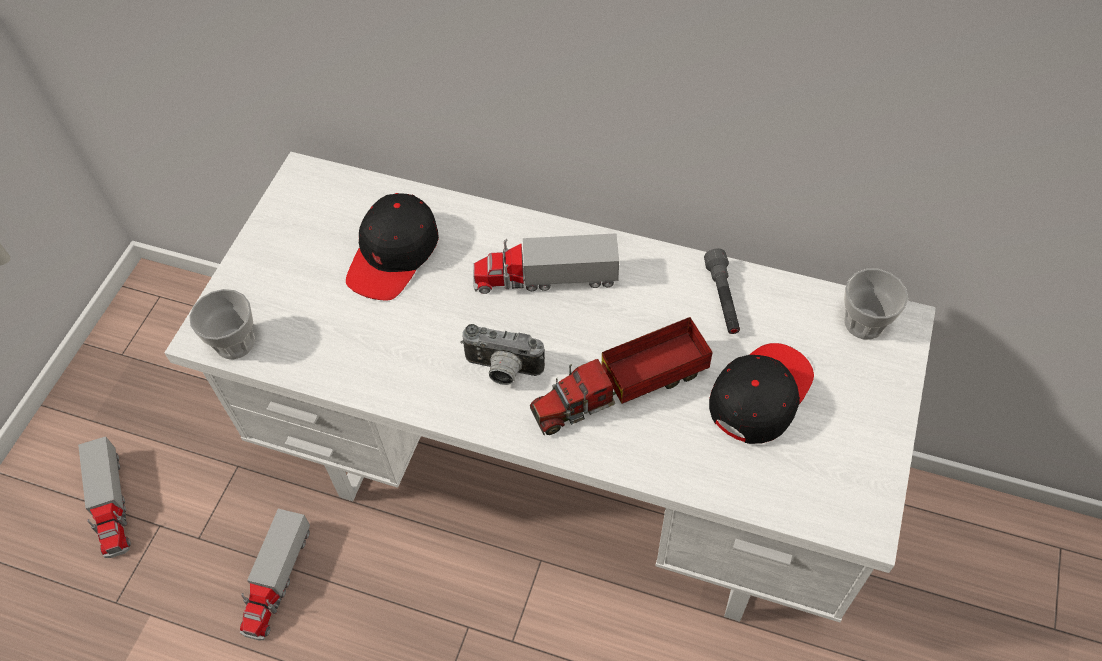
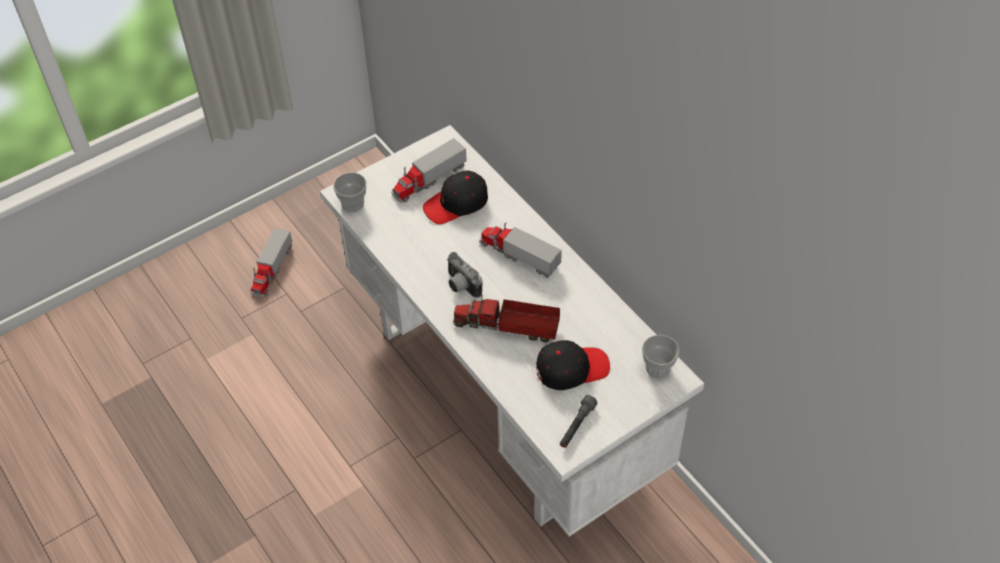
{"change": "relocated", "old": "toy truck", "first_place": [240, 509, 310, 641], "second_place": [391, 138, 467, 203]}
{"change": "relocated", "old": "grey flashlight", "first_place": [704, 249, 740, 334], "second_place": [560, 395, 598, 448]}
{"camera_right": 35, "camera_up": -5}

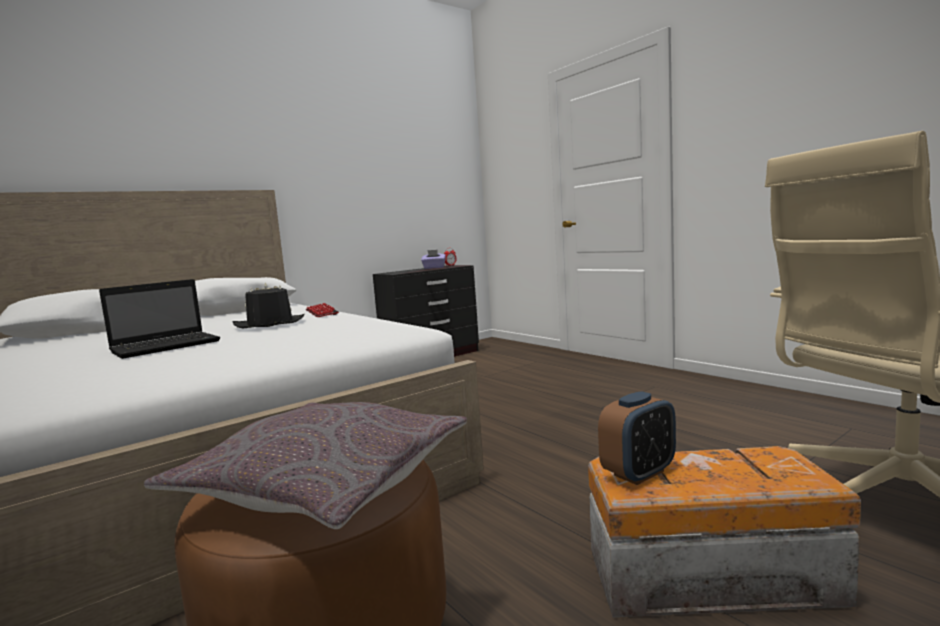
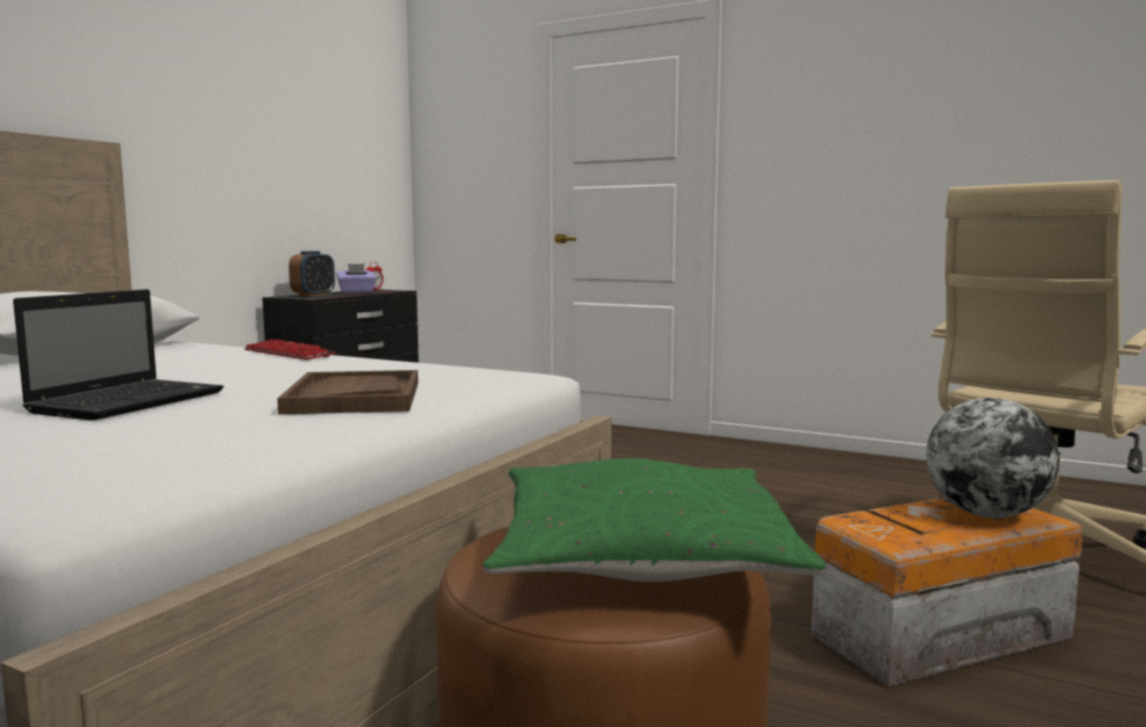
{"change": "missing", "old": "black hat", "first_place": [233, 282, 305, 329]}
{"change": "appeared", "new": "brown tray", "second_place": [277, 370, 418, 415]}
{"change": "appeared", "new": "globe", "second_place": [926, 398, 1059, 518]}
{"change": "relocated", "old": "alarm clock", "first_place": [598, 391, 676, 485], "second_place": [289, 251, 335, 296]}
{"change": "colour", "old": "grey pillow", "new": "green pillow", "first_place": [144, 402, 467, 529], "second_place": [483, 458, 826, 582]}
{"camera_right": -25, "camera_up": 0}

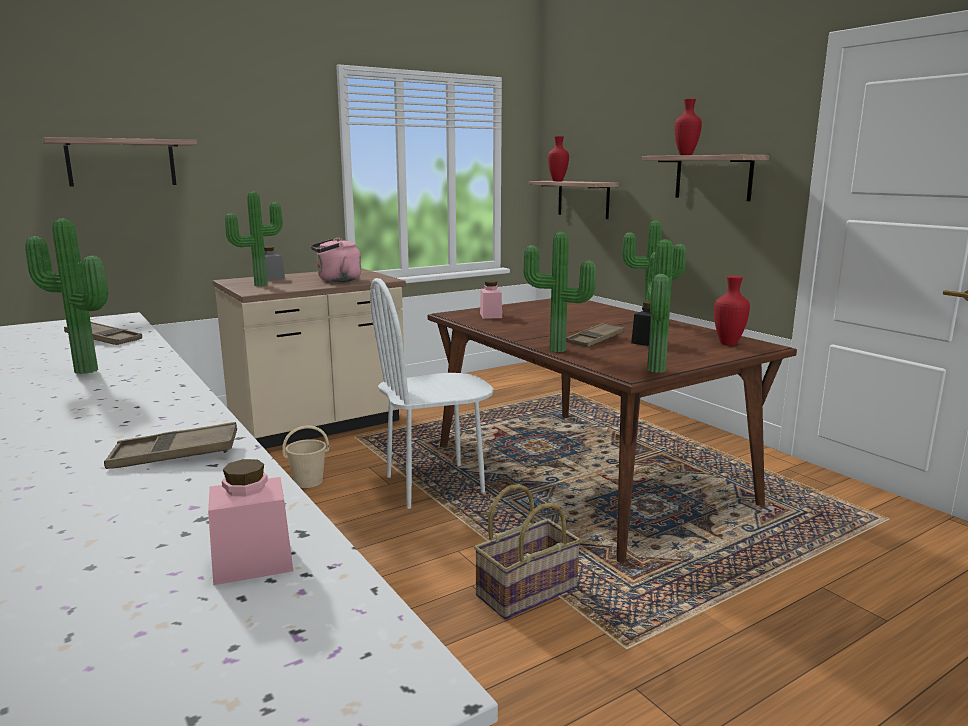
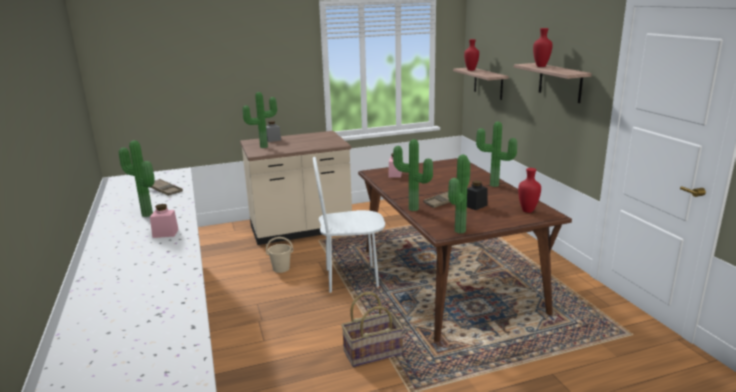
{"change": "missing", "old": "shelf", "first_place": [42, 137, 197, 187]}
{"change": "missing", "old": "brown tray", "first_place": [104, 422, 237, 469]}
{"change": "missing", "old": "pink kettle", "first_place": [311, 238, 361, 282]}
{"change": "relocated", "old": "pink jar", "first_place": [208, 459, 293, 585], "second_place": [150, 204, 179, 238]}
{"camera_right": 15, "camera_up": 5}

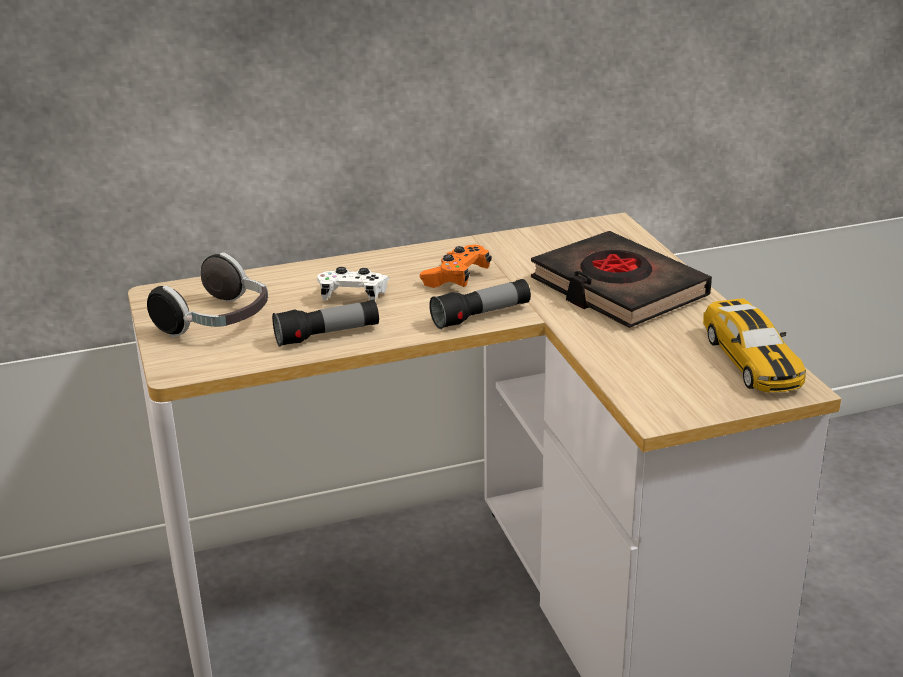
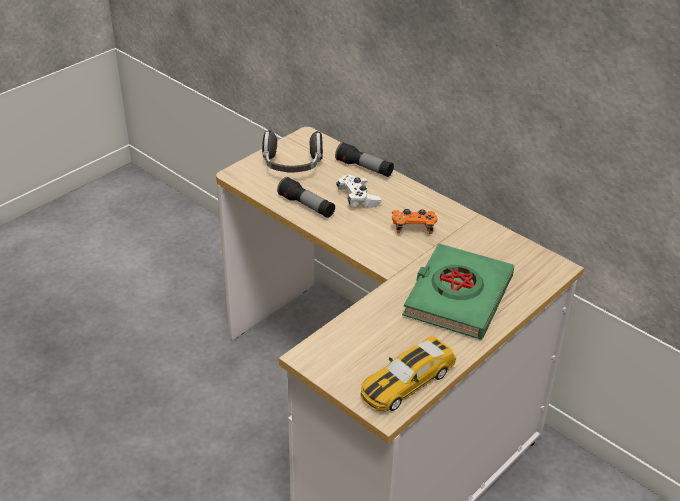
{"change": "relocated", "old": "flashlight", "first_place": [429, 279, 531, 329], "second_place": [335, 142, 394, 177]}
{"change": "colour", "old": "black book", "new": "green book", "first_place": [531, 231, 712, 328], "second_place": [402, 243, 514, 340]}
{"camera_right": 60, "camera_up": 10}

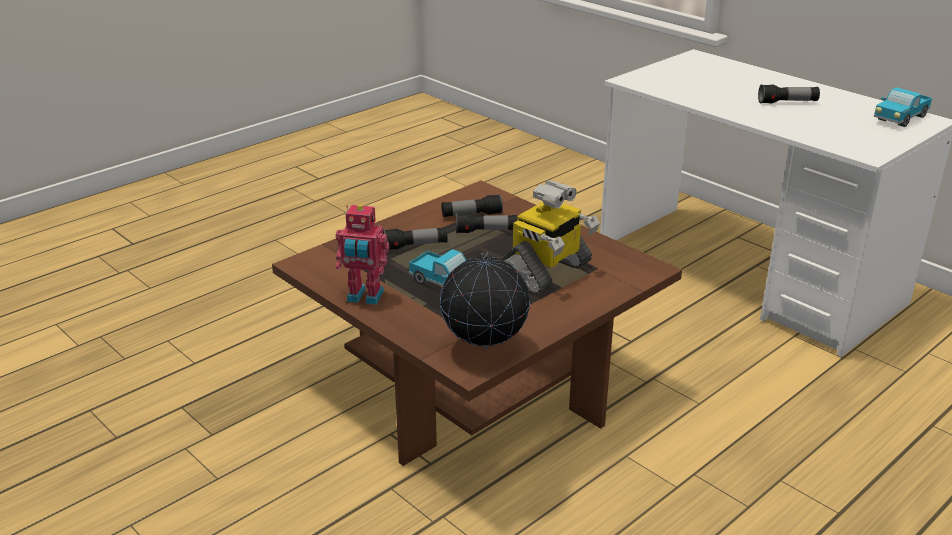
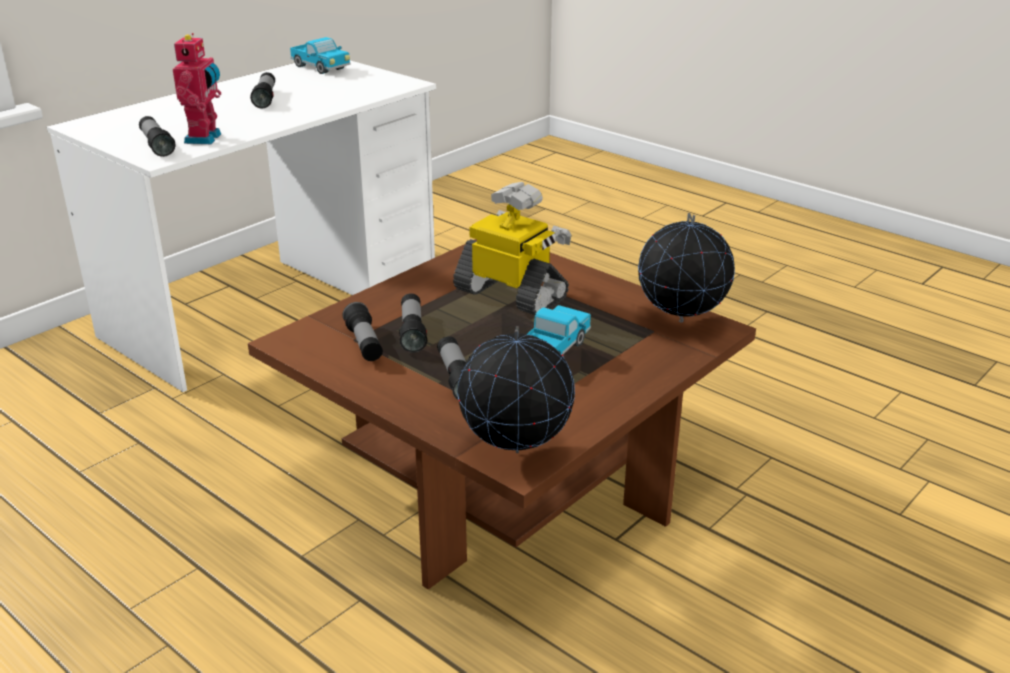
{"change": "appeared", "new": "flashlight", "second_place": [139, 116, 175, 157]}
{"change": "appeared", "new": "globe", "second_place": [457, 326, 575, 453]}
{"change": "relocated", "old": "toy robot", "first_place": [336, 204, 389, 305], "second_place": [173, 33, 221, 144]}
{"camera_right": -95, "camera_up": 0}

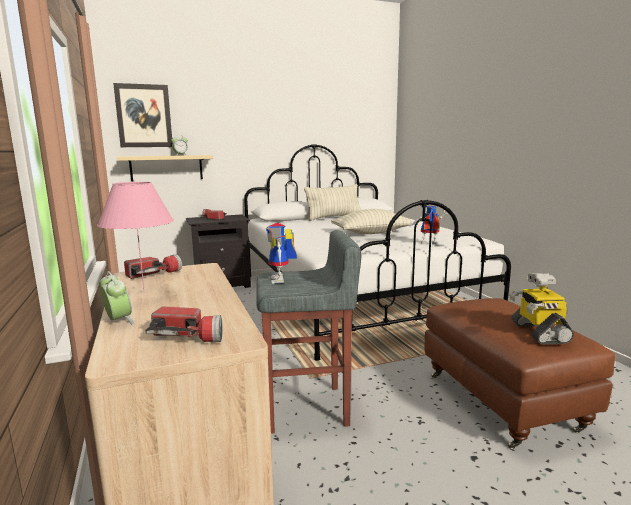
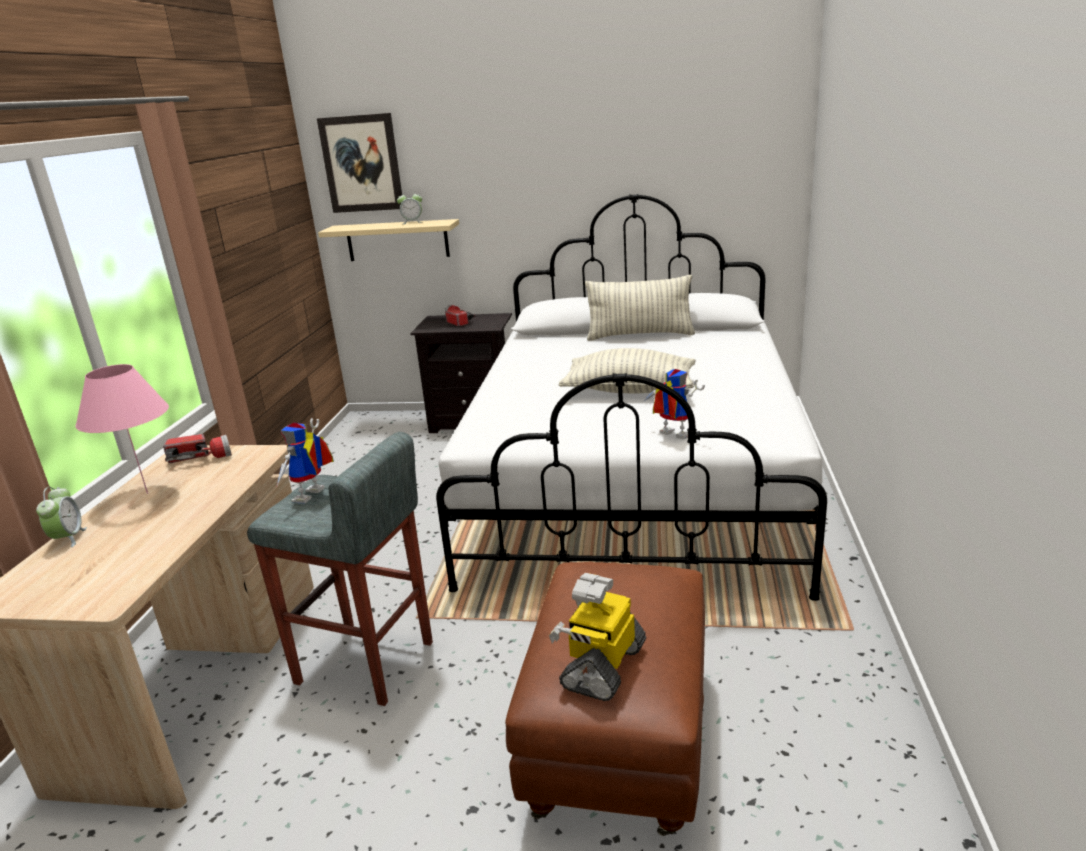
{"change": "missing", "old": "flashlight", "first_place": [145, 307, 223, 342]}
{"camera_right": 30, "camera_up": 10}

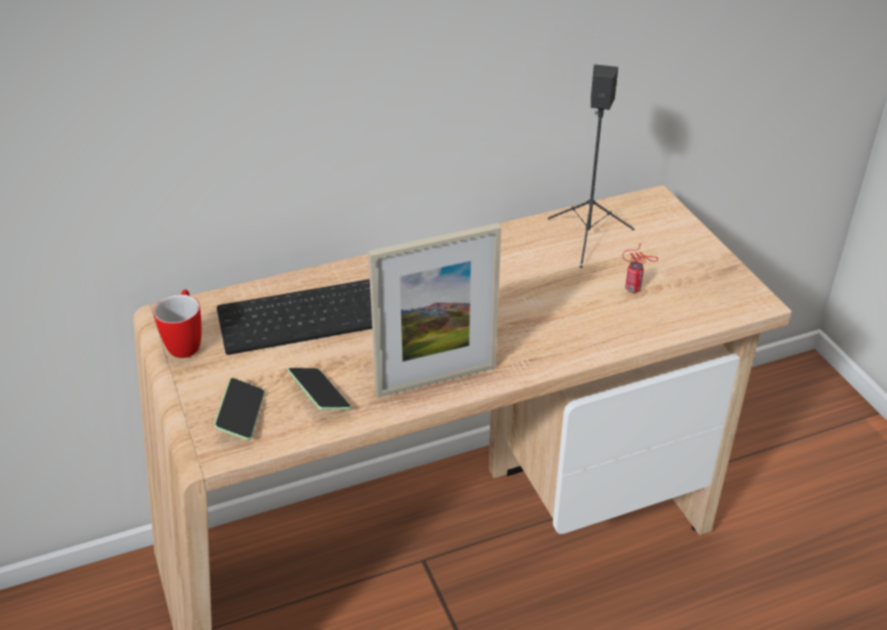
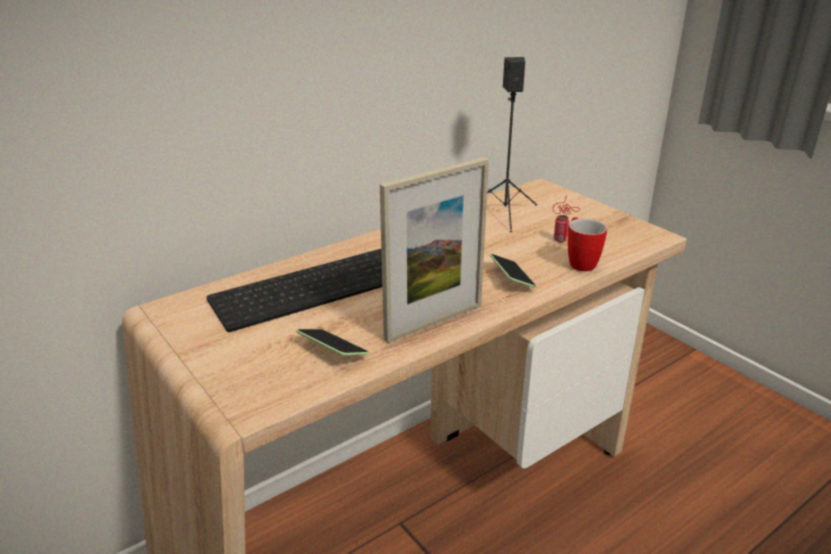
{"change": "relocated", "old": "mug", "first_place": [153, 289, 202, 358], "second_place": [568, 217, 608, 271]}
{"change": "relocated", "old": "phone", "first_place": [214, 378, 265, 440], "second_place": [490, 254, 536, 288]}
{"camera_right": -15, "camera_up": -10}

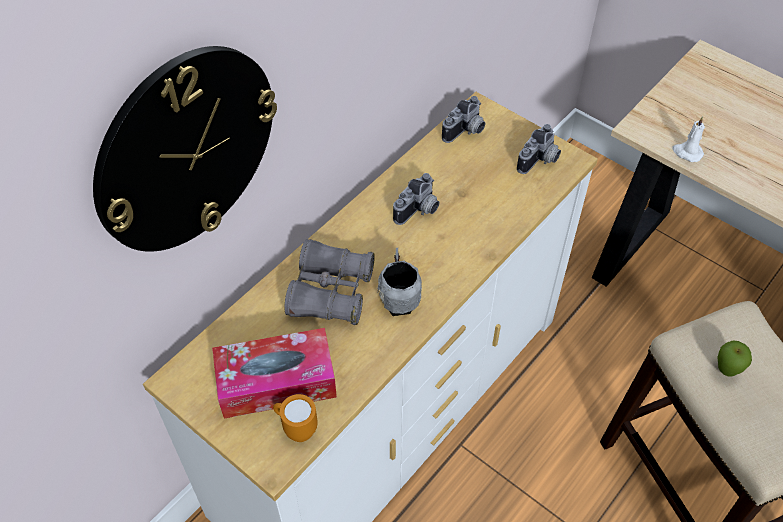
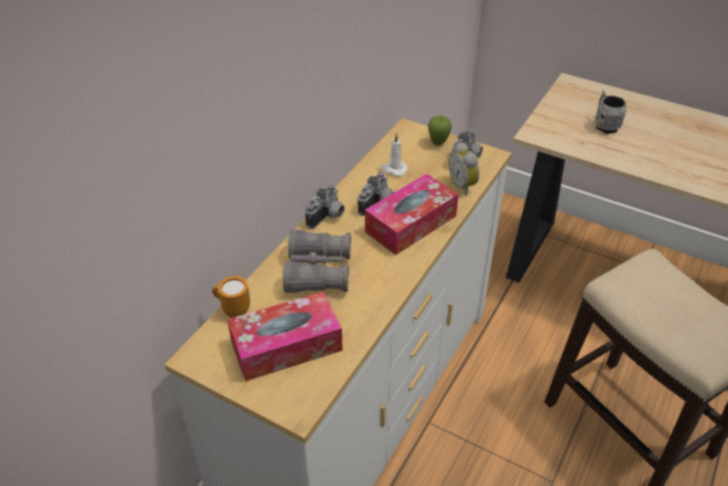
{"change": "missing", "old": "wall clock", "first_place": [93, 46, 277, 252]}
{"change": "appeared", "new": "tissue box", "second_place": [365, 174, 459, 255]}
{"change": "appeared", "new": "alarm clock", "second_place": [449, 142, 480, 196]}
{"change": "relocated", "old": "orange mug", "first_place": [273, 394, 318, 442], "second_place": [212, 276, 250, 318]}
{"change": "relocated", "old": "grey mug", "first_place": [378, 248, 422, 316], "second_place": [595, 90, 627, 134]}
{"change": "relocated", "old": "photo camera", "first_place": [442, 96, 485, 143], "second_place": [305, 184, 345, 229]}
{"change": "relocated", "old": "white candle", "first_place": [672, 116, 705, 162], "second_place": [381, 133, 408, 176]}
{"change": "relocated", "old": "apple", "first_place": [717, 340, 752, 376], "second_place": [428, 116, 452, 146]}
{"camera_right": -10, "camera_up": -10}

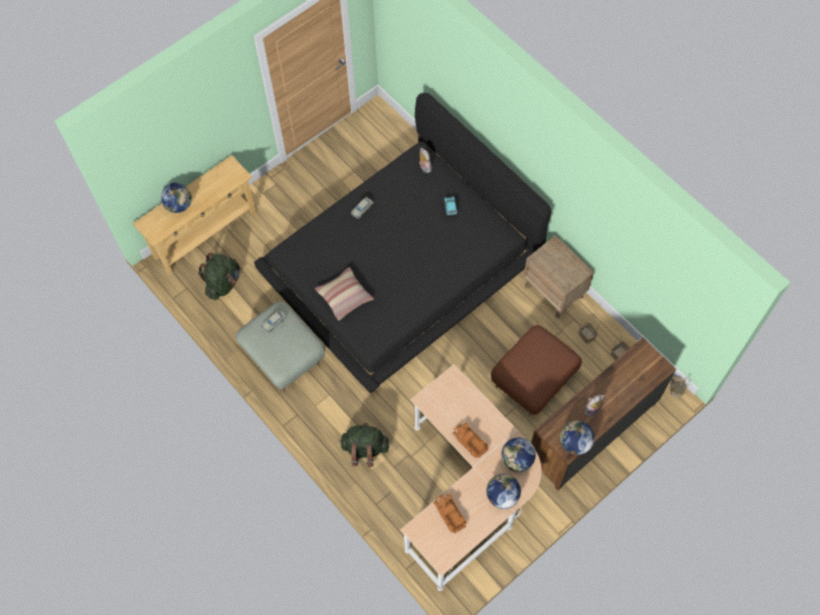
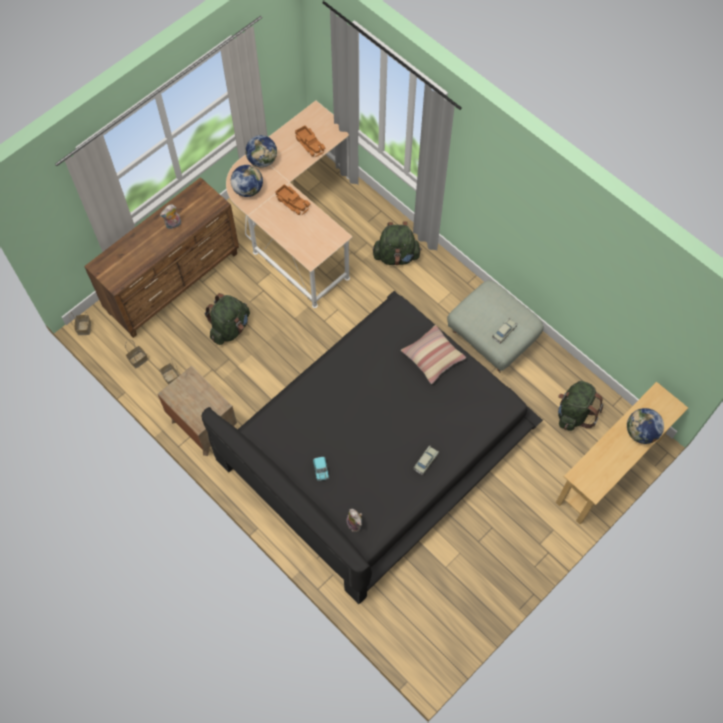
{"change": "missing", "old": "globe", "first_place": [560, 421, 594, 455]}
{"change": "exchanged", "old": "brown ottoman", "new": "green backpack", "first_place": [491, 325, 582, 415], "second_place": [205, 293, 250, 345]}
{"camera_right": 175, "camera_up": 0}

